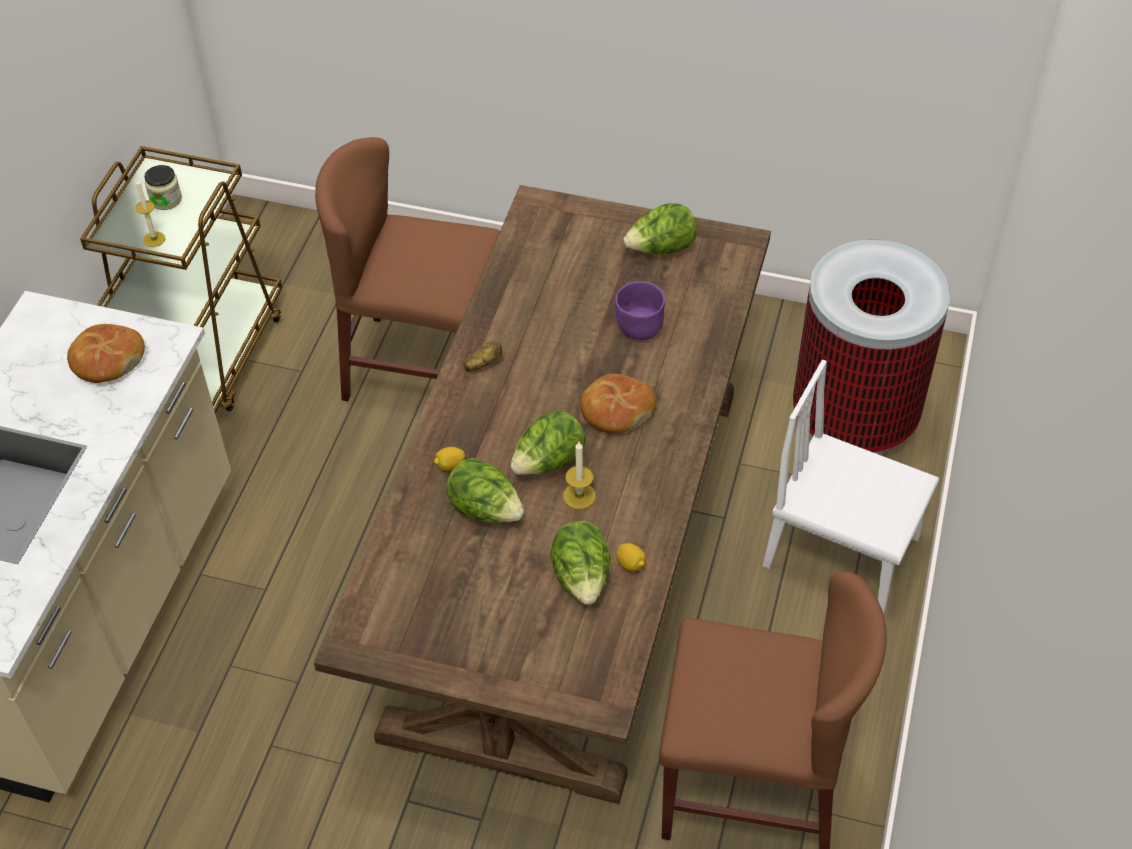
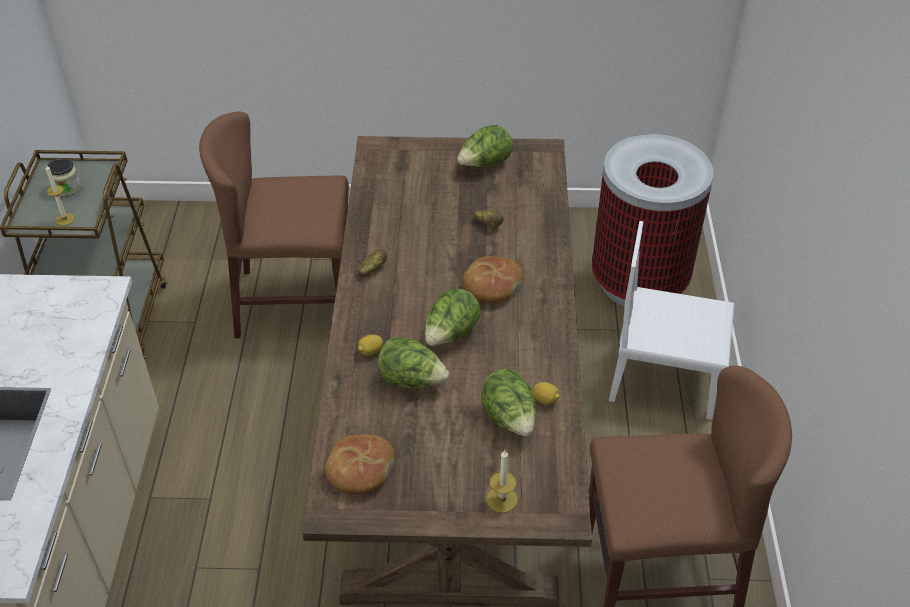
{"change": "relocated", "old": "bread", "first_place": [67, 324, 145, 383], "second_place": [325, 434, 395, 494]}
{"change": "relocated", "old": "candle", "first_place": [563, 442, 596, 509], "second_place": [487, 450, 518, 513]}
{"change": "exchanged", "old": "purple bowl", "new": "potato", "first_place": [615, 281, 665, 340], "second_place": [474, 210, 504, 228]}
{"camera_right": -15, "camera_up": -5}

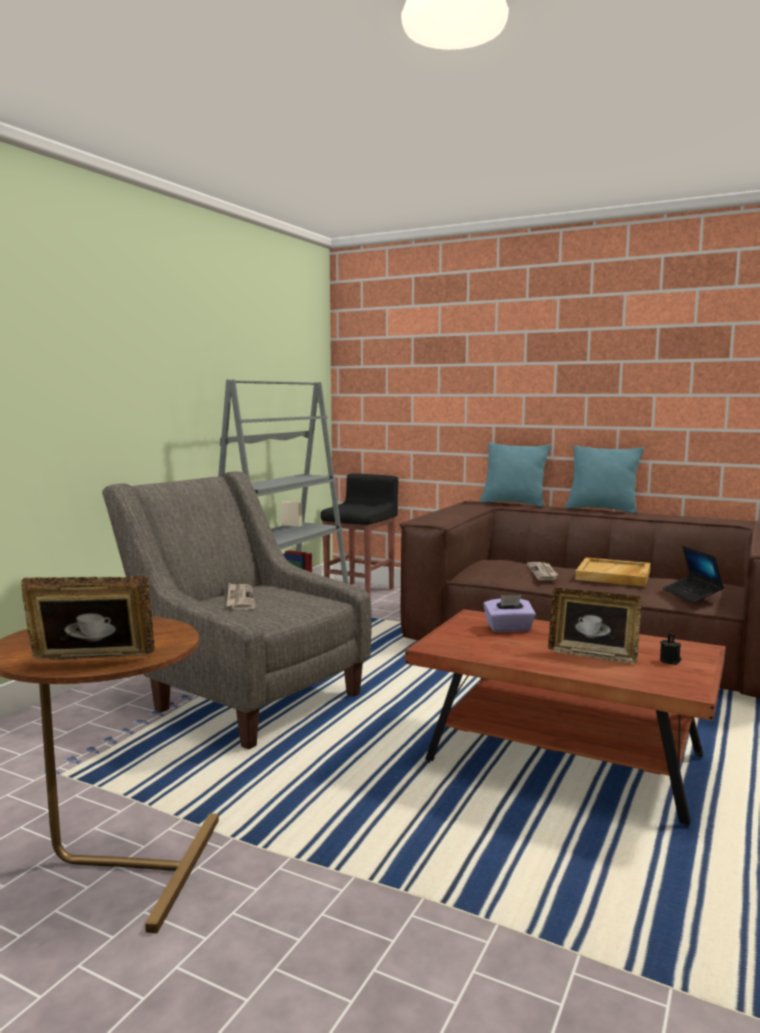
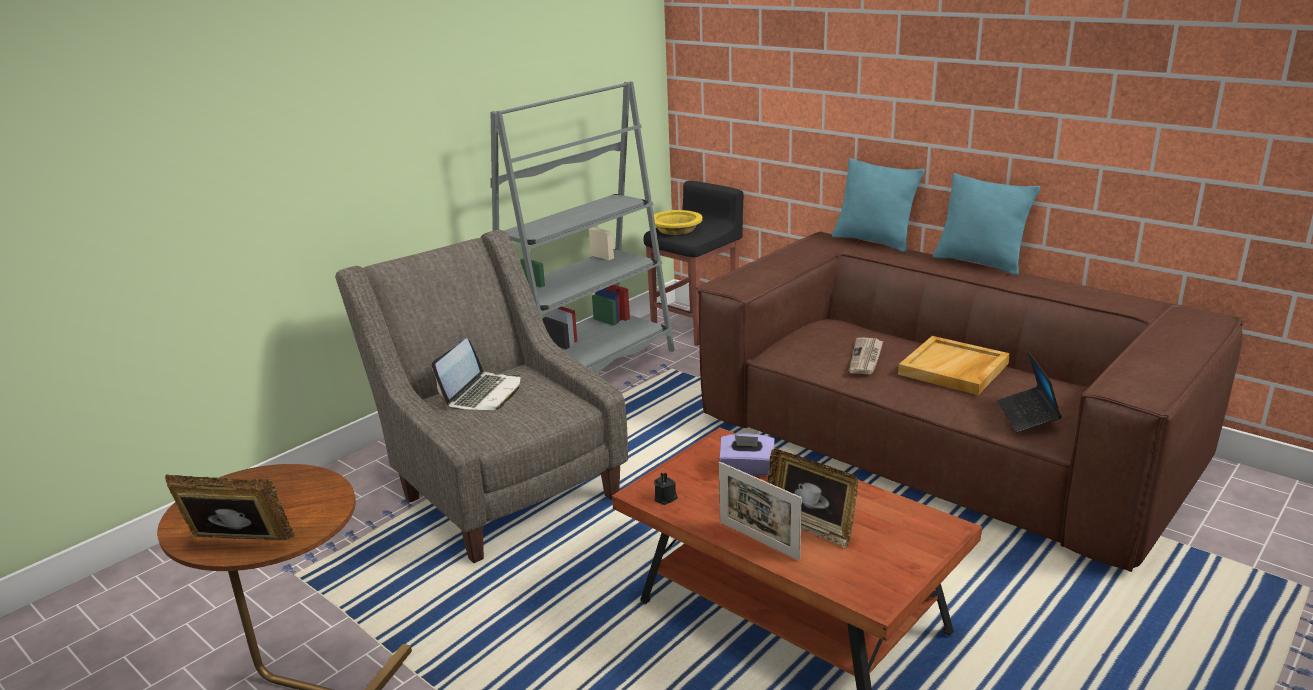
{"change": "appeared", "new": "yellow bowl", "second_place": [654, 210, 702, 235]}
{"change": "appeared", "new": "picture frame", "second_place": [719, 462, 802, 561]}
{"change": "relocated", "old": "black candle", "first_place": [660, 634, 681, 665], "second_place": [654, 473, 678, 505]}
{"change": "exchanged", "old": "newspaper", "new": "laptop", "first_place": [226, 583, 256, 610], "second_place": [432, 339, 520, 410]}
{"camera_right": 15, "camera_up": 15}

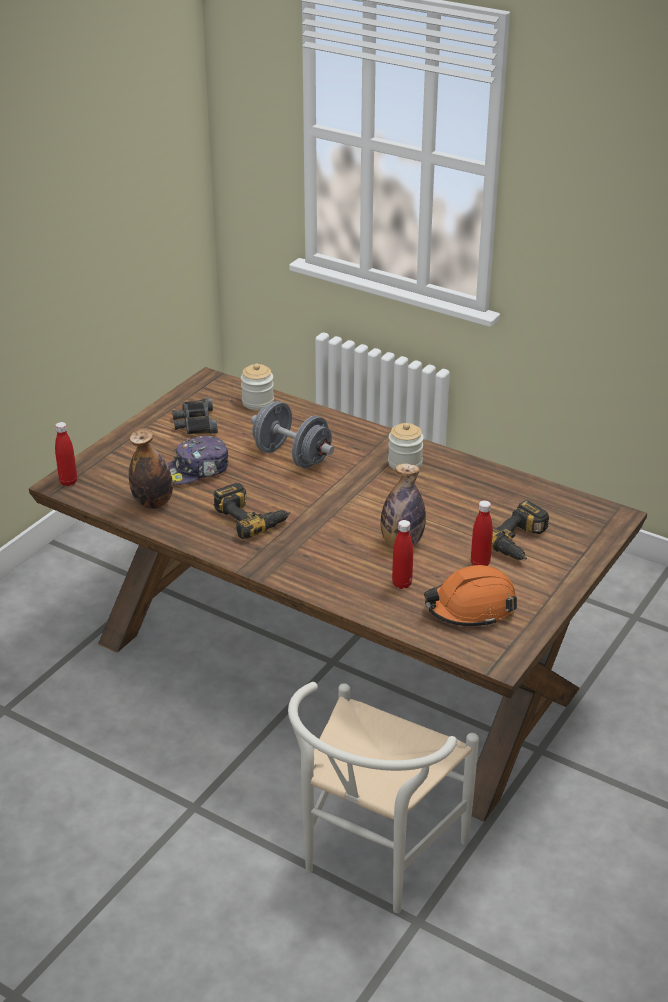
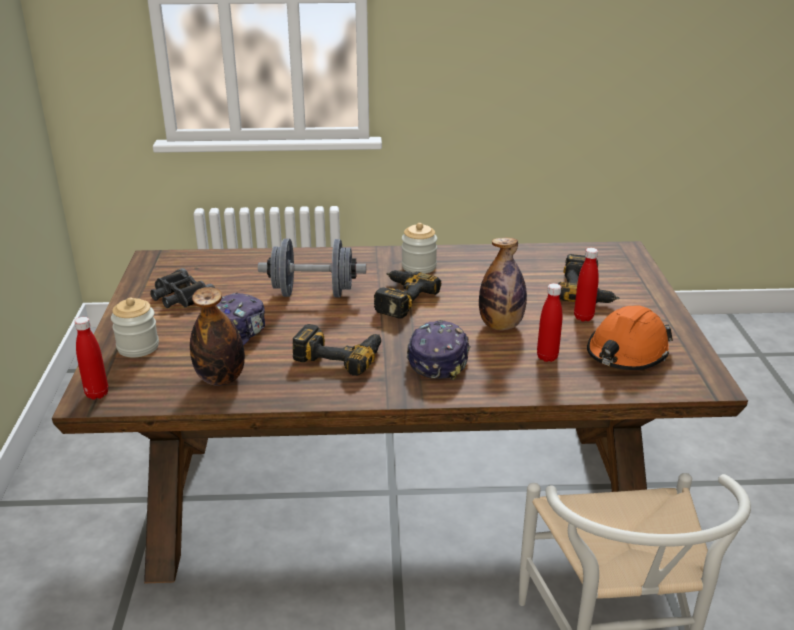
{"change": "appeared", "new": "power drill", "second_place": [374, 270, 441, 319]}
{"change": "appeared", "new": "cap", "second_place": [407, 320, 470, 380]}
{"change": "relocated", "old": "jar", "first_place": [241, 363, 274, 410], "second_place": [111, 298, 159, 358]}
{"camera_right": -35, "camera_up": -5}

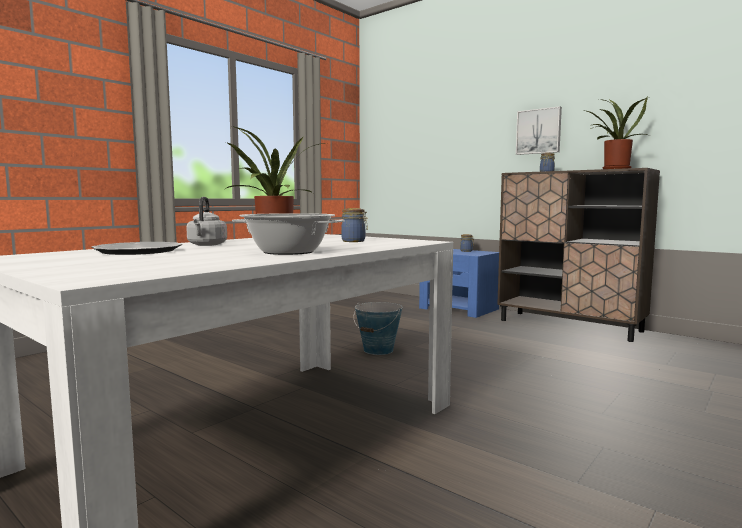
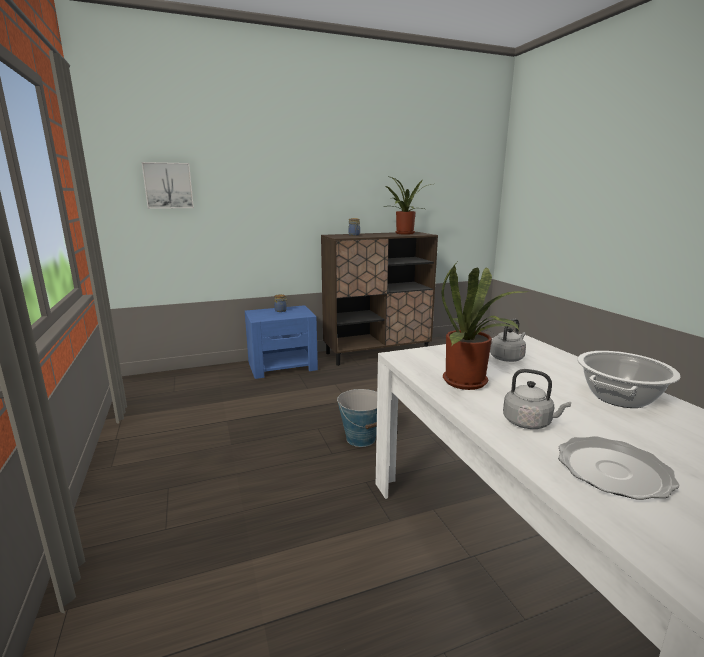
{"change": "relocated", "old": "picture", "first_place": [516, 106, 562, 155], "second_place": [142, 162, 194, 209]}
{"change": "exchanged", "old": "jar", "new": "grey kettle", "first_place": [341, 208, 368, 242], "second_place": [490, 319, 526, 362]}
{"camera_right": -60, "camera_up": 10}

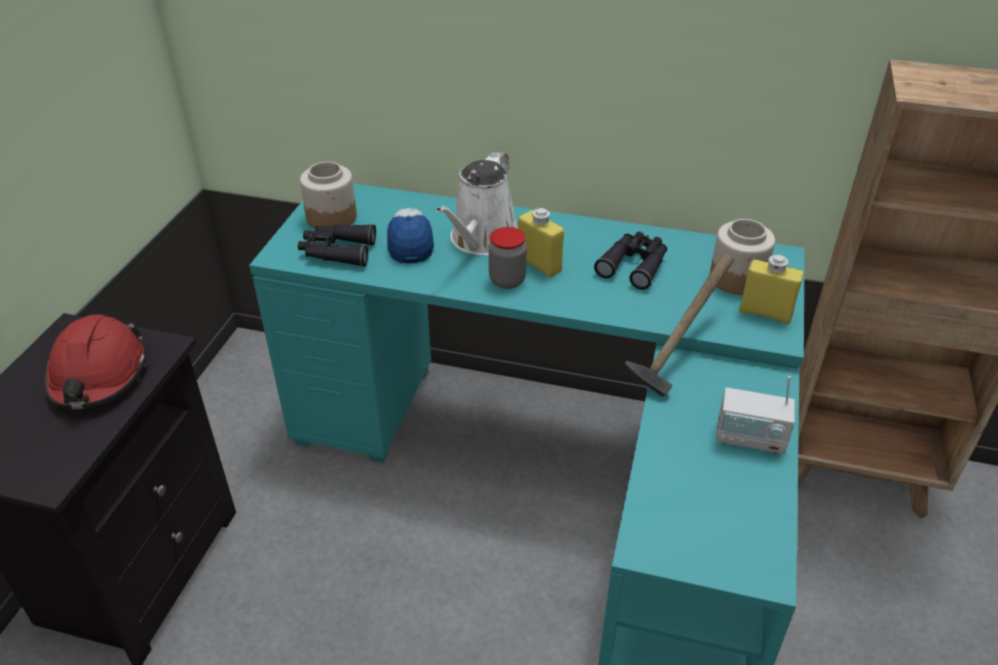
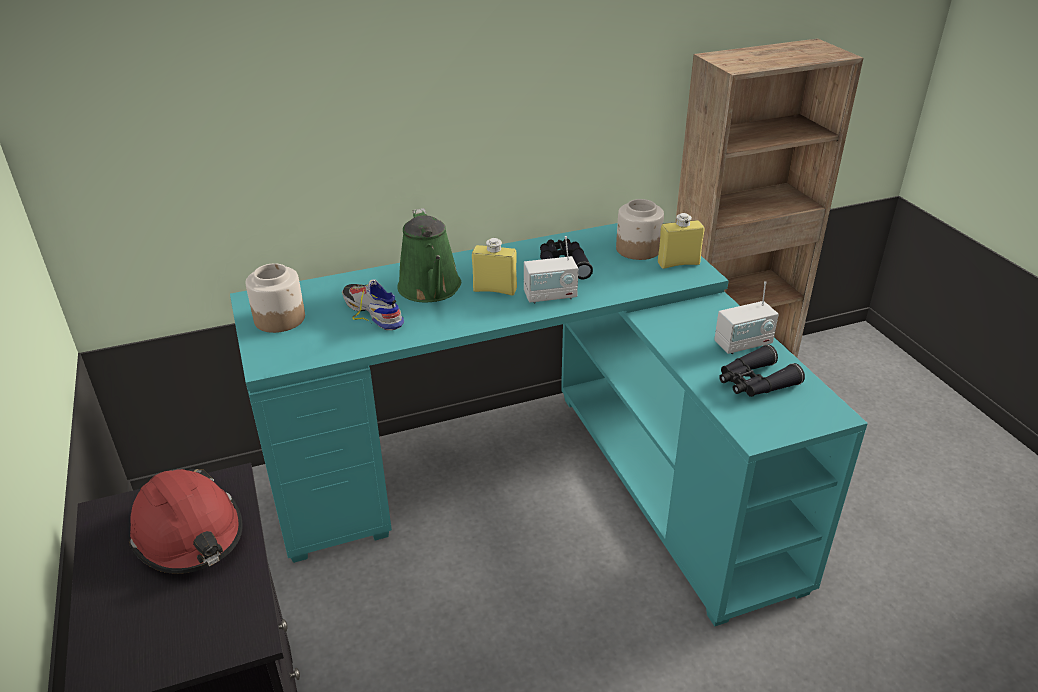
{"change": "missing", "old": "jar", "first_place": [489, 227, 527, 289]}
{"change": "missing", "old": "hammer", "first_place": [625, 253, 734, 396]}
{"change": "appeared", "new": "radio", "second_place": [524, 236, 578, 304]}
{"change": "relocated", "old": "black binoculars", "first_place": [298, 224, 376, 267], "second_place": [719, 344, 805, 397]}
{"change": "exchanged", "old": "cap", "new": "shoe", "first_place": [387, 208, 434, 264], "second_place": [342, 279, 404, 330]}
{"change": "colour", "old": "white watering can", "new": "green watering can", "first_place": [436, 152, 518, 256], "second_place": [397, 208, 461, 302]}
{"camera_right": -35, "camera_up": -5}

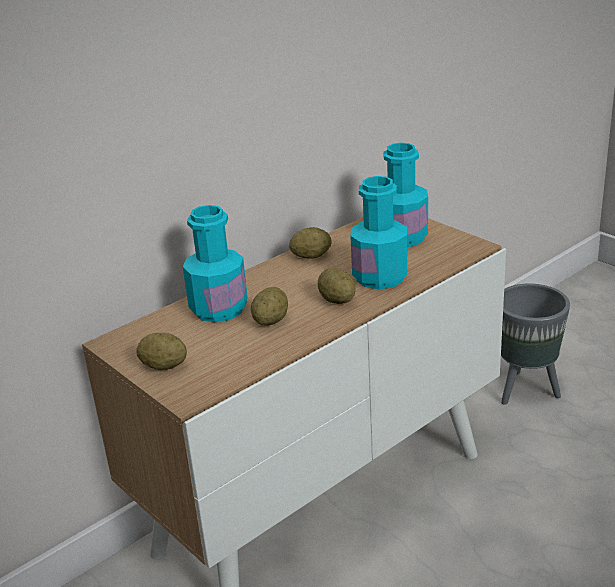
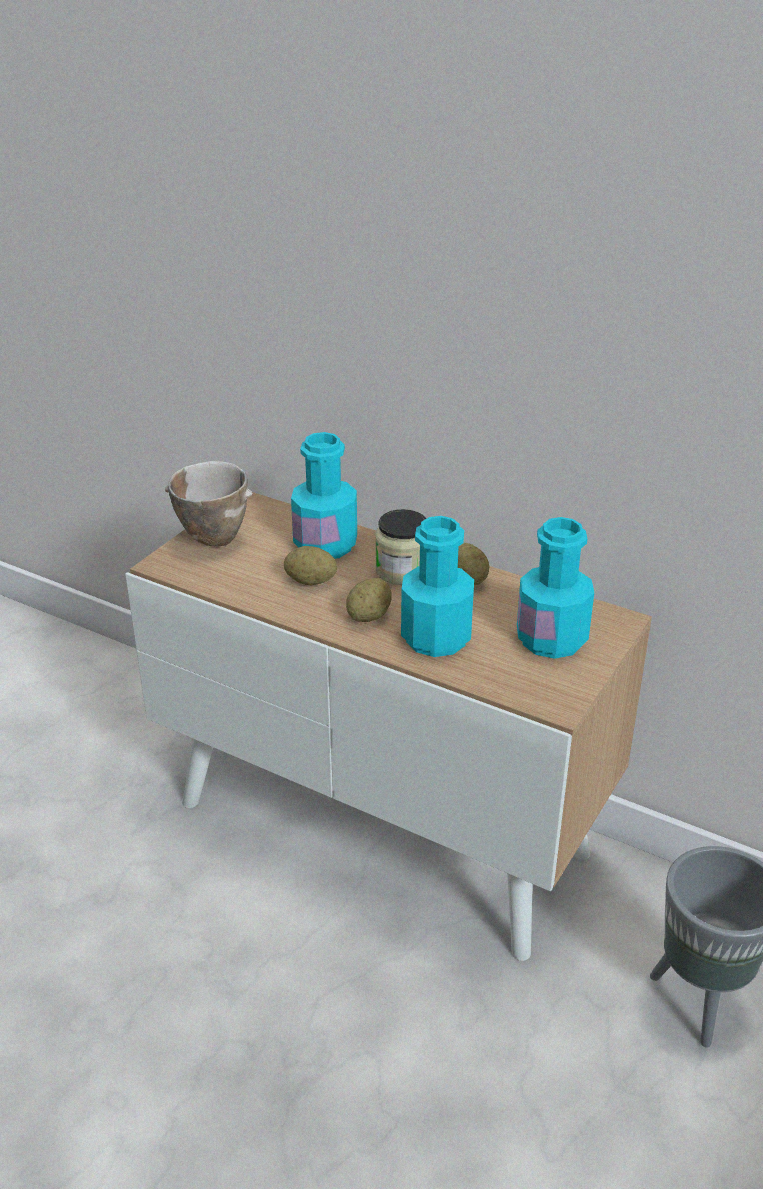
{"change": "appeared", "new": "jar", "second_place": [375, 509, 426, 585]}
{"change": "exchanged", "old": "potato", "new": "bowl", "first_place": [136, 333, 187, 370], "second_place": [165, 461, 252, 546]}
{"camera_right": 70, "camera_up": 5}

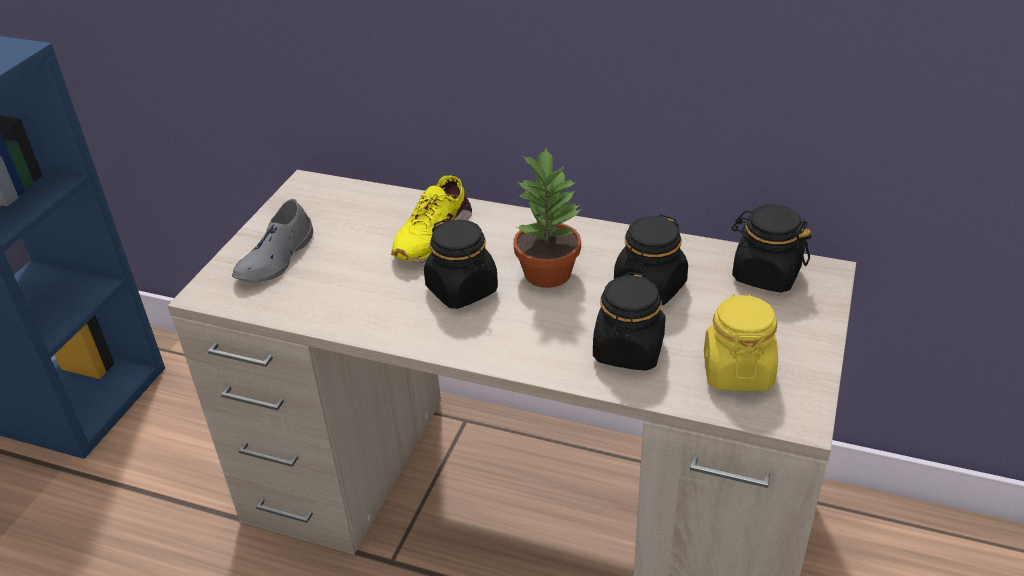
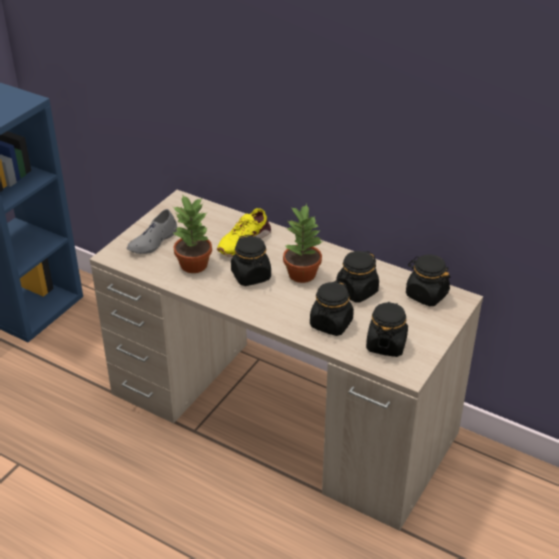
{"change": "appeared", "new": "potted plant", "second_place": [172, 194, 212, 273]}
{"change": "colour", "old": "yellow jar", "new": "black jar", "first_place": [704, 294, 778, 391], "second_place": [366, 302, 408, 357]}
{"camera_right": 10, "camera_up": 0}

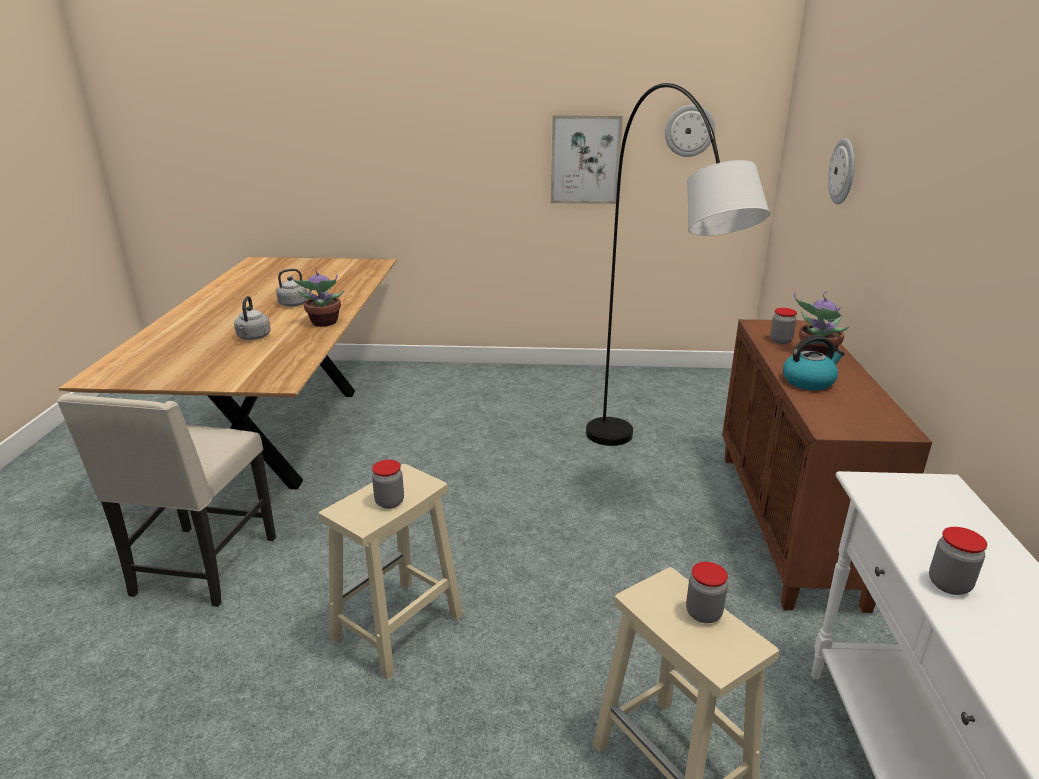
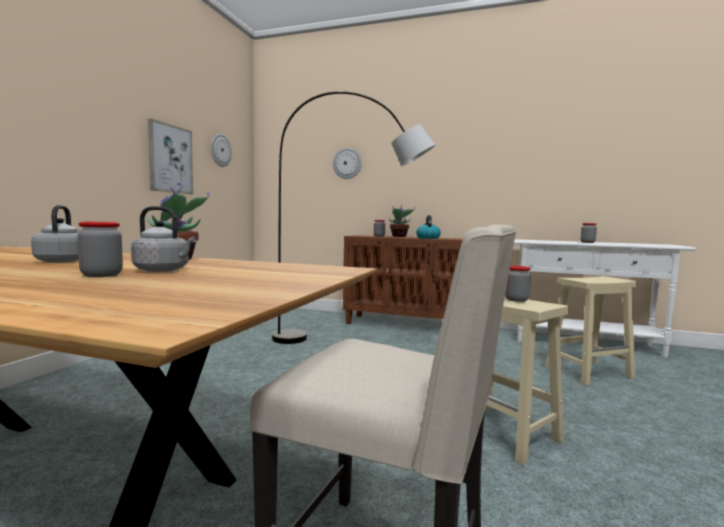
{"change": "relocated", "old": "jar", "first_place": [686, 562, 728, 623], "second_place": [77, 222, 123, 277]}
{"camera_right": -75, "camera_up": -20}

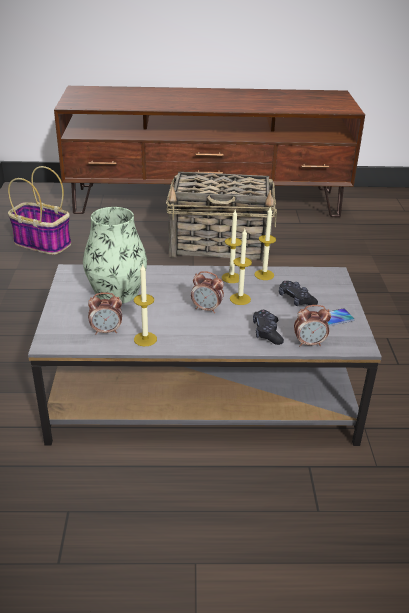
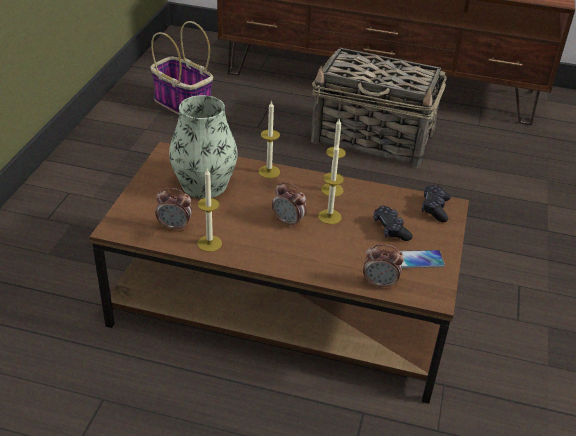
{"change": "relocated", "old": "black game controller", "first_place": [253, 310, 284, 345], "second_place": [422, 185, 451, 222]}
{"change": "relocated", "old": "candle", "first_place": [254, 207, 276, 280], "second_place": [258, 100, 280, 178]}
{"change": "colour", "old": "grey coffee table", "new": "brown coffee table", "first_place": [28, 264, 382, 446], "second_place": [90, 142, 469, 404]}
{"camera_right": 15, "camera_up": 5}

